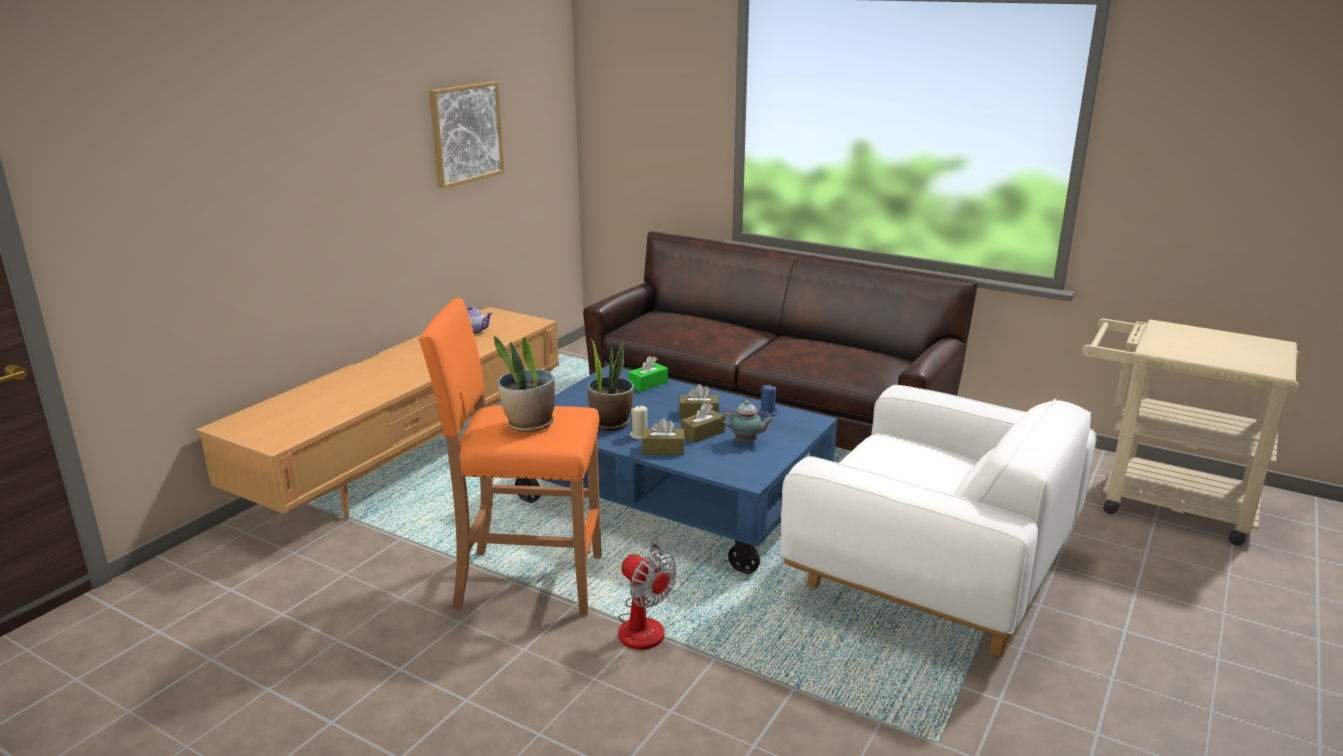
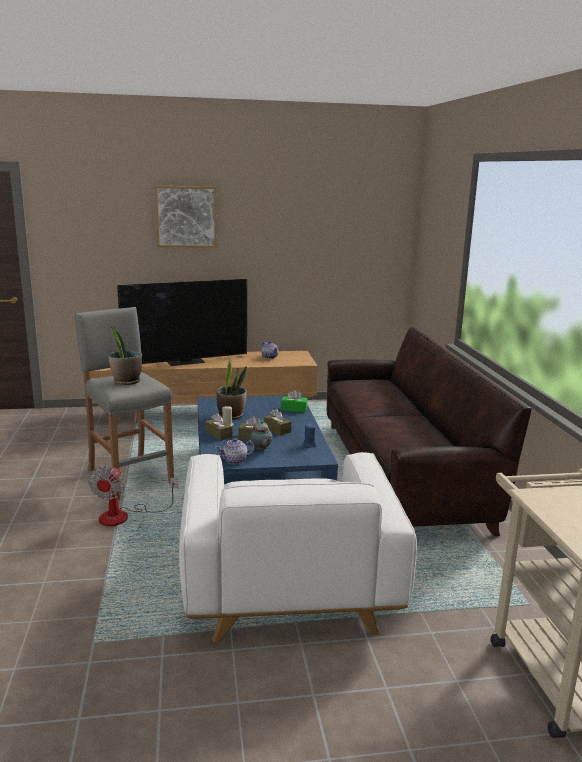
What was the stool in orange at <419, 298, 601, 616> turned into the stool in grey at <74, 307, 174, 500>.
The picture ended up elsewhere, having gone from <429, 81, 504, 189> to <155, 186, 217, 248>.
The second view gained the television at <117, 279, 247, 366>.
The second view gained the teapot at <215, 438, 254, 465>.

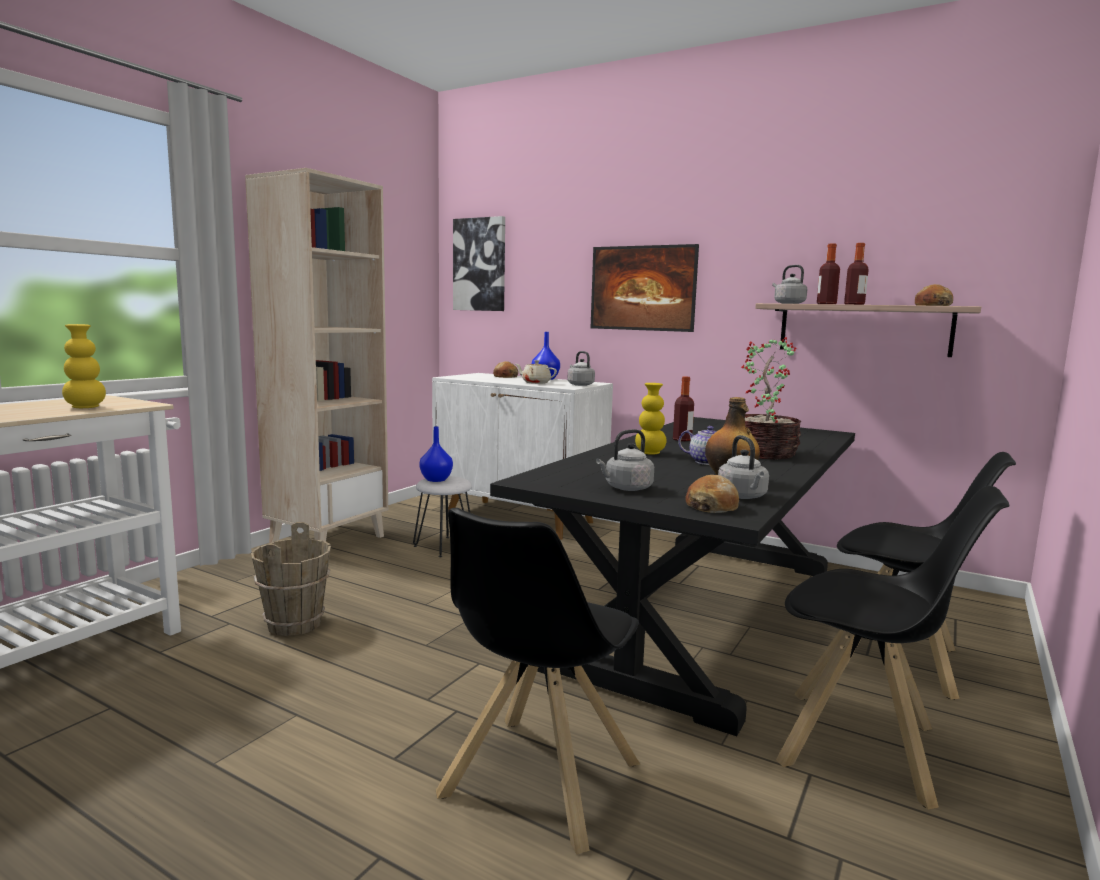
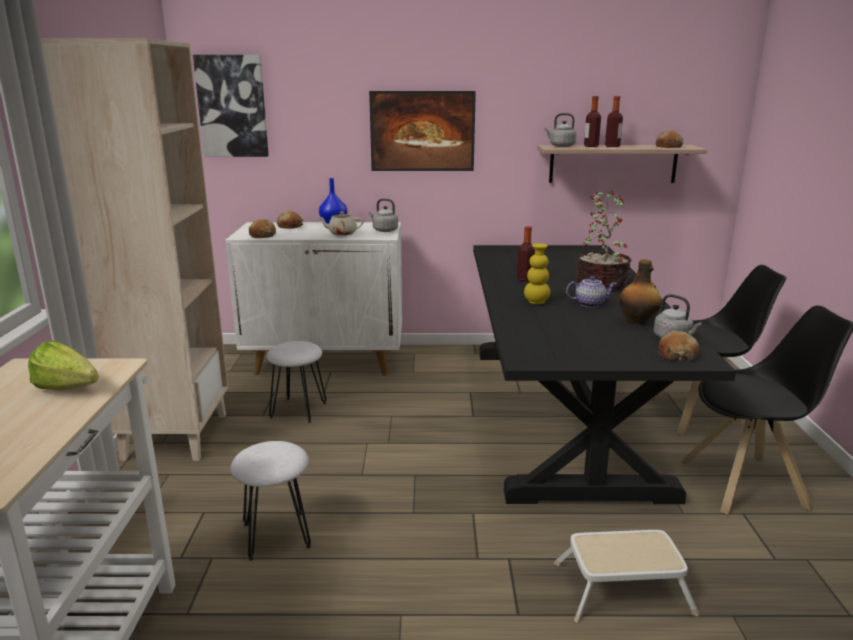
Where the vase in yellow stood at <62, 324, 106, 408>, the lettuce came to stand at <28, 341, 99, 390>.
Where the bucket in brown stood at <251, 522, 331, 636>, the stool in white came to stand at <230, 441, 311, 561>.
The second view lost the vase in blue at <419, 426, 453, 482>.
Where the chair in black stood at <436, 508, 640, 854>, the step ladder in beige came to stand at <554, 530, 699, 623>.
The second view lost the kettle in grey at <596, 429, 654, 491>.
The second view gained the bread at <249, 219, 276, 238>.

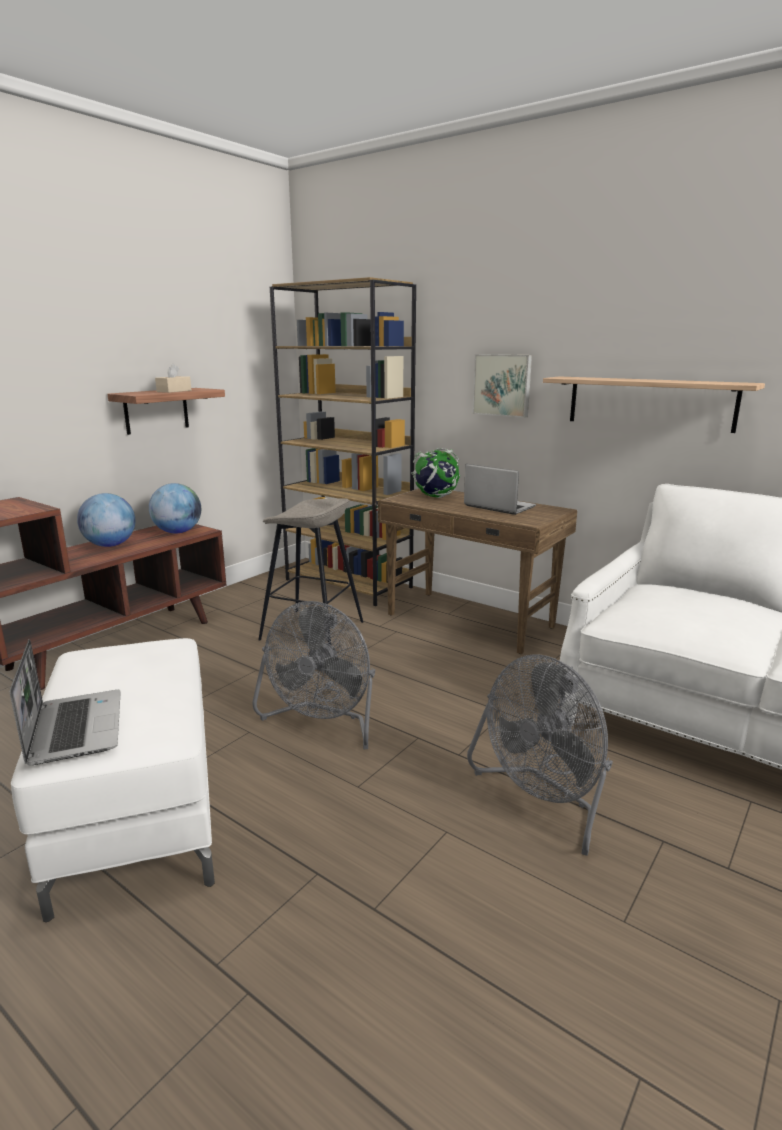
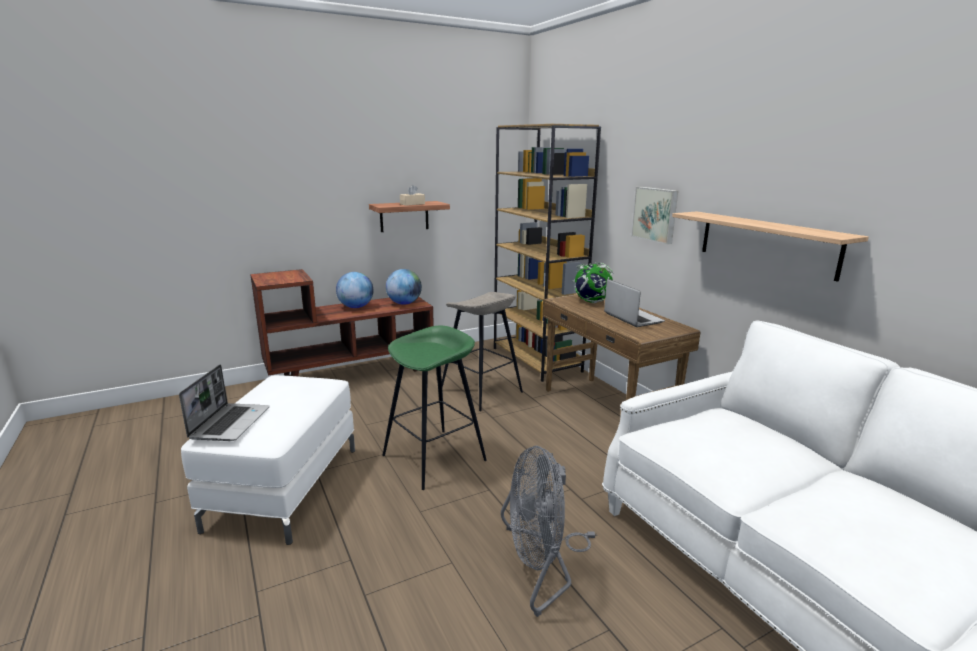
Where the fan in grey stood at <252, 601, 375, 749>, the stool in green came to stand at <382, 326, 487, 490>.

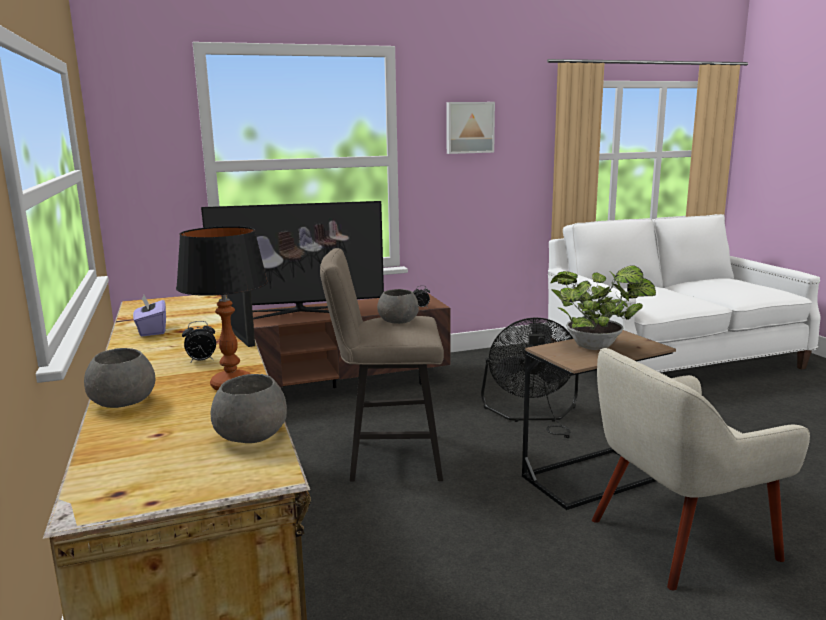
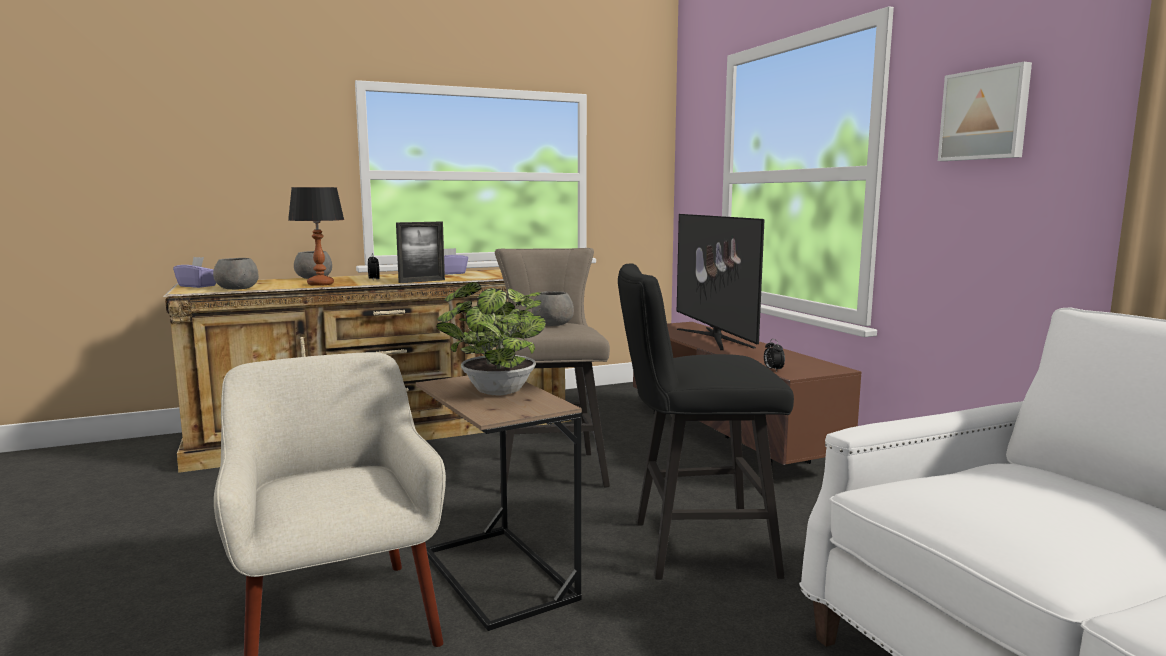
Where the fan in black stood at <481, 318, 579, 438>, the stool in black came to stand at <618, 263, 794, 580>.
The second view gained the tissue box in purple at <173, 257, 216, 288>.

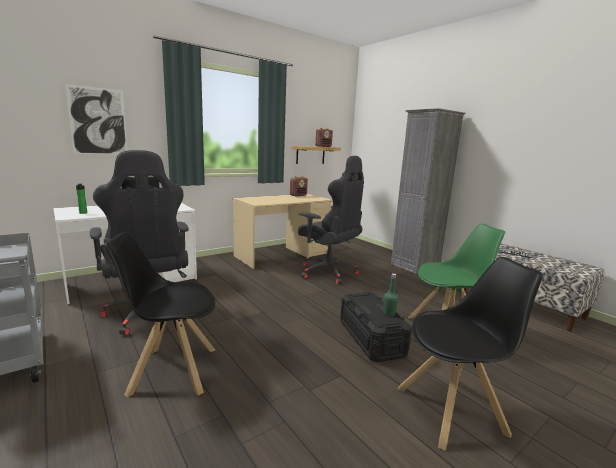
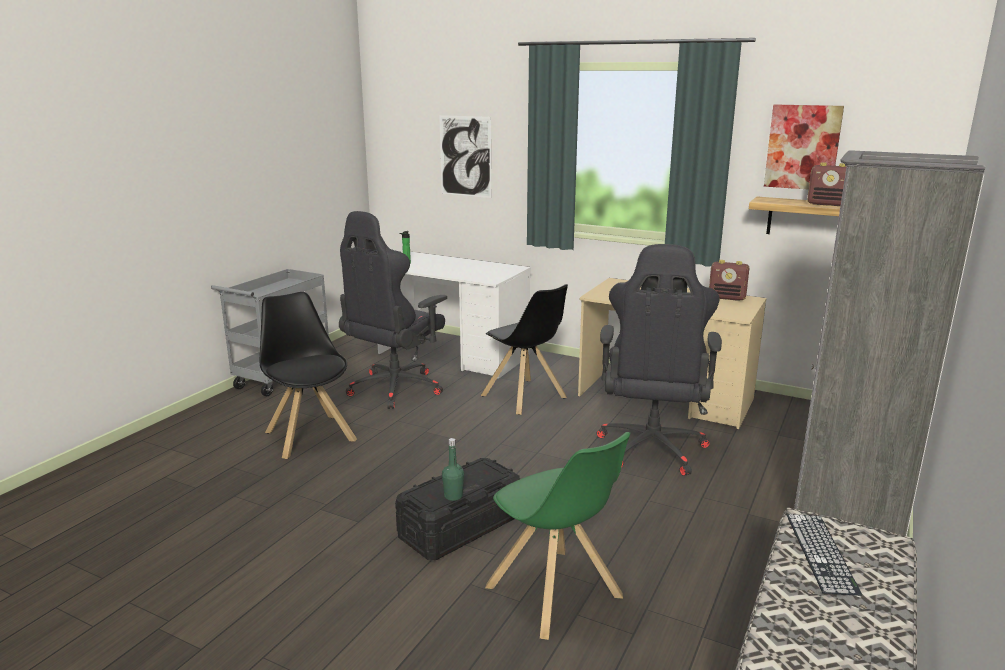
The chair in black ended up elsewhere, having gone from <397, 257, 543, 451> to <481, 284, 568, 415>.
The second view gained the picture at <764, 104, 844, 189>.

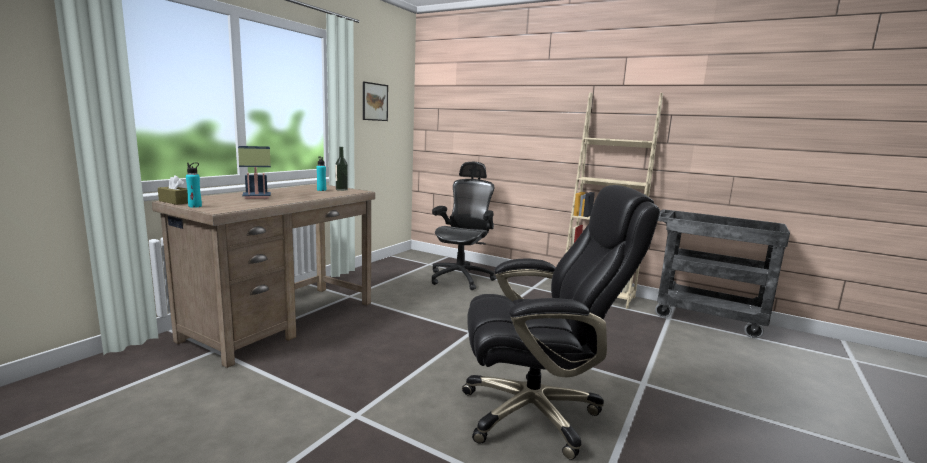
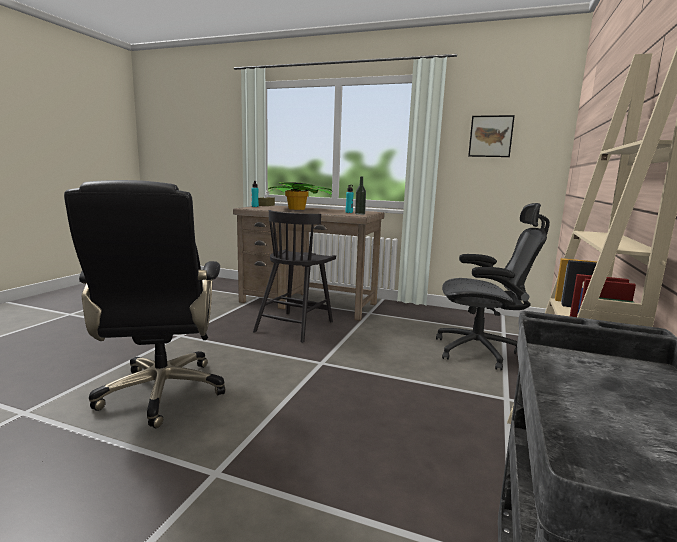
Where the table lamp stood at <238, 146, 271, 199>, the potted plant came to stand at <267, 182, 332, 210>.
The second view gained the chair in black at <253, 210, 336, 343>.

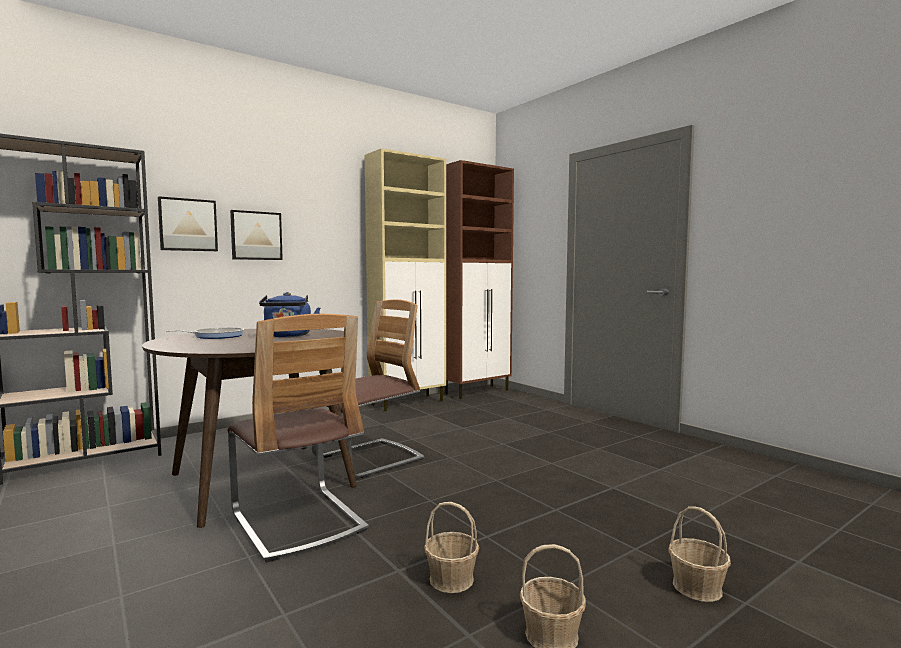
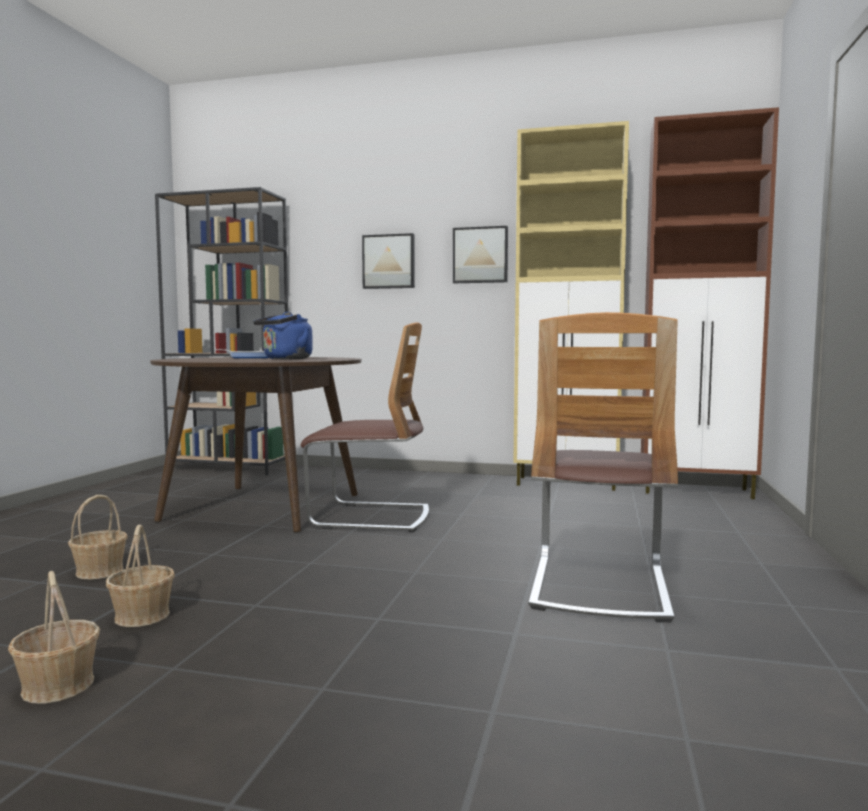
The picture ended up elsewhere, having gone from <158, 196, 218, 251> to <453, 226, 508, 283>.
The chair ended up elsewhere, having gone from <227, 314, 369, 562> to <528, 312, 678, 622>.
The basket ended up elsewhere, having gone from <668, 506, 731, 602> to <68, 495, 128, 579>.

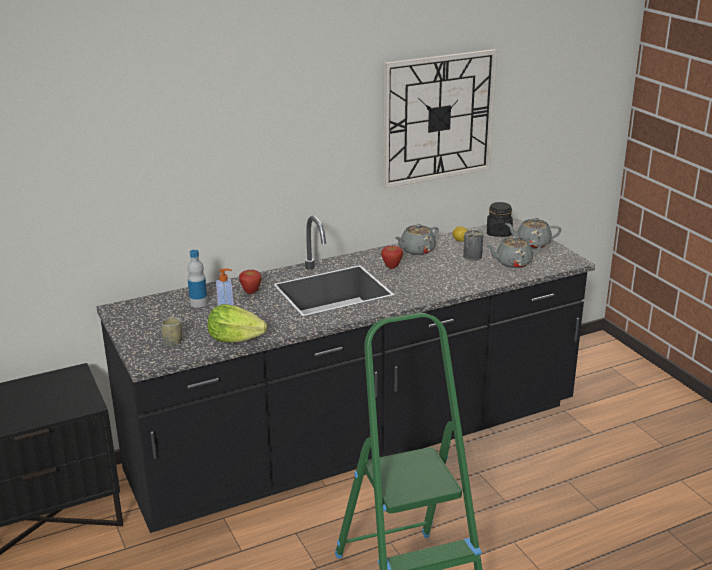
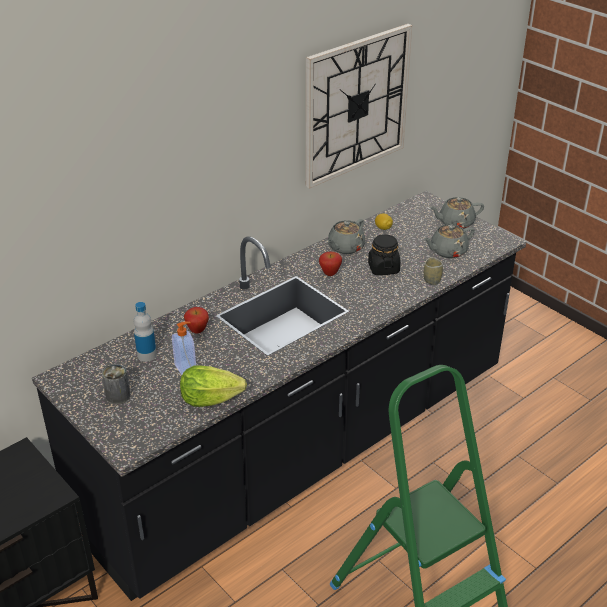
The cup ended up elsewhere, having gone from <161, 316, 182, 347> to <424, 257, 443, 285>.
The can ended up elsewhere, having gone from <463, 230, 483, 261> to <102, 364, 130, 405>.
The jar in black ended up elsewhere, having gone from <487, 202, 513, 237> to <368, 234, 400, 275>.

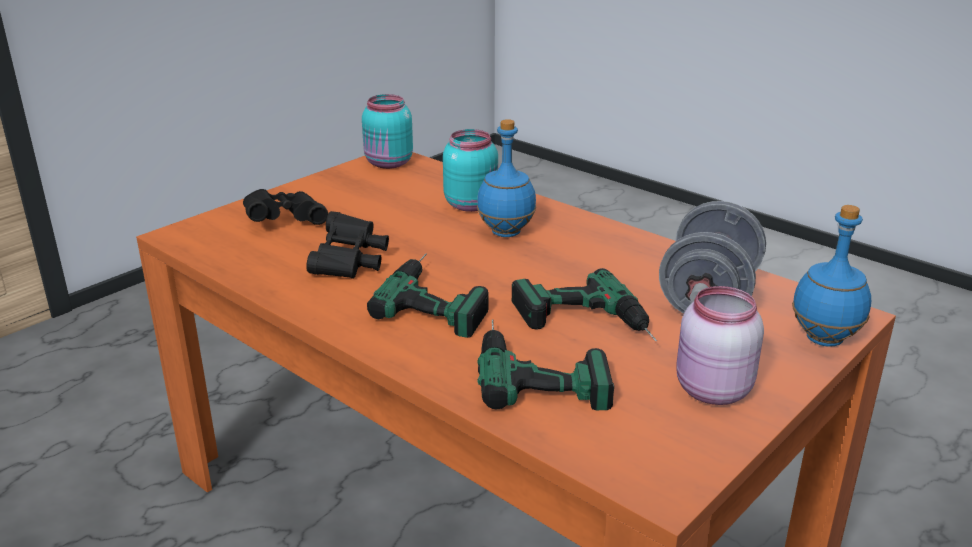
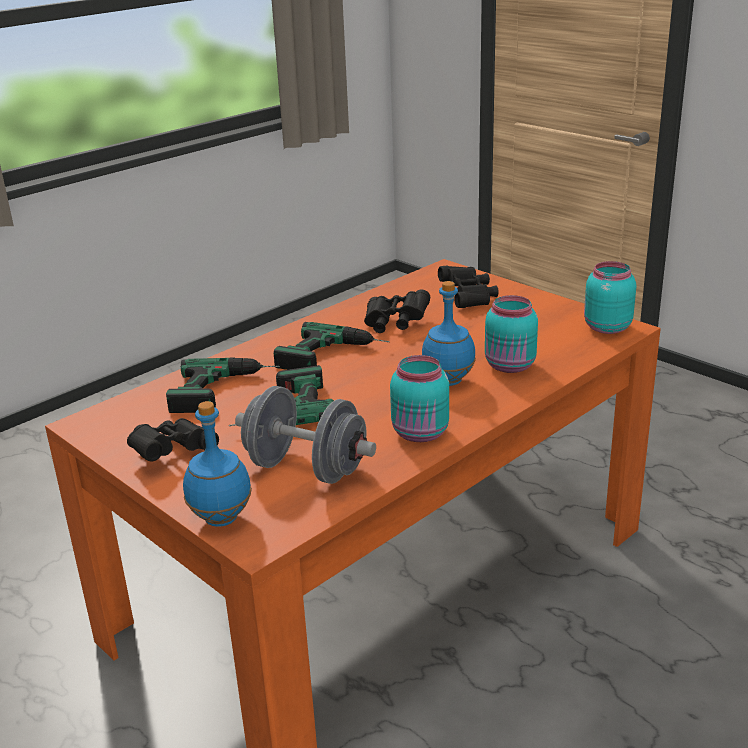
Where the jar in pink stood at <676, 286, 764, 405>, the binoculars in black came to stand at <127, 418, 219, 462>.
The second view gained the jar in turquoise at <390, 355, 449, 442>.

